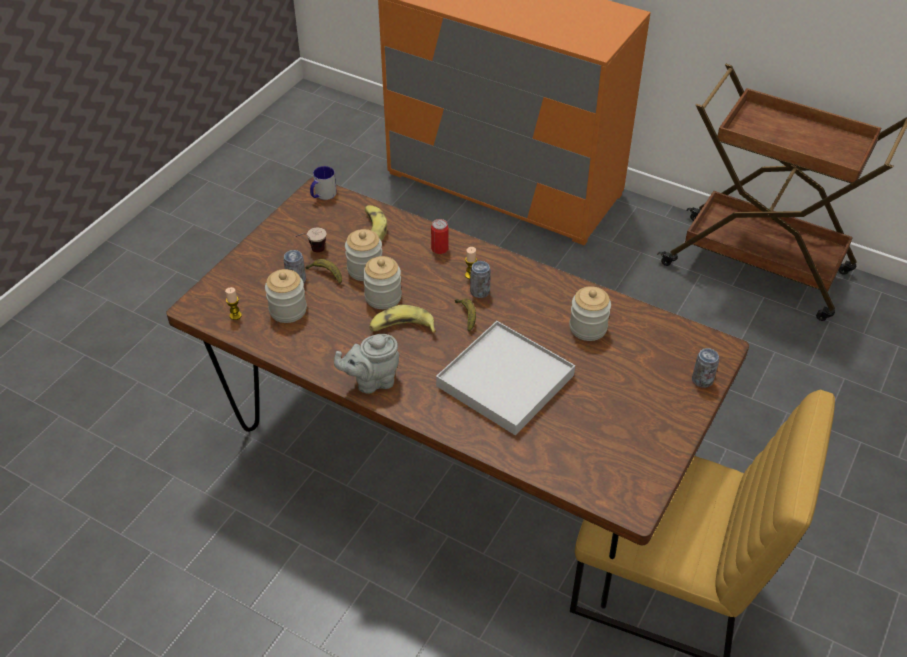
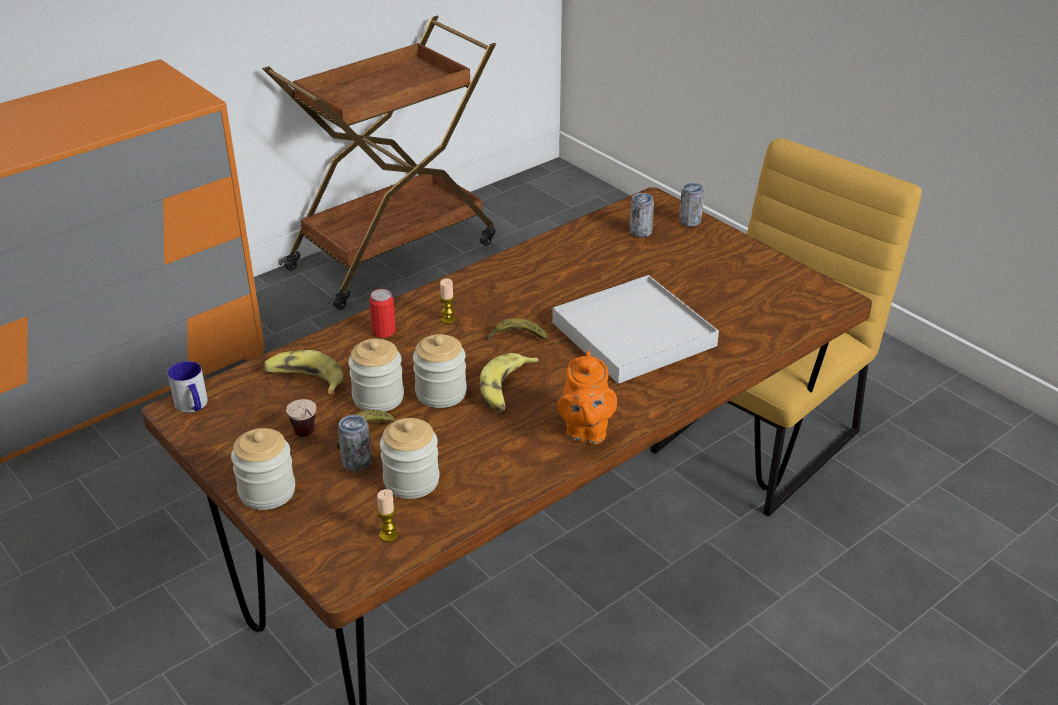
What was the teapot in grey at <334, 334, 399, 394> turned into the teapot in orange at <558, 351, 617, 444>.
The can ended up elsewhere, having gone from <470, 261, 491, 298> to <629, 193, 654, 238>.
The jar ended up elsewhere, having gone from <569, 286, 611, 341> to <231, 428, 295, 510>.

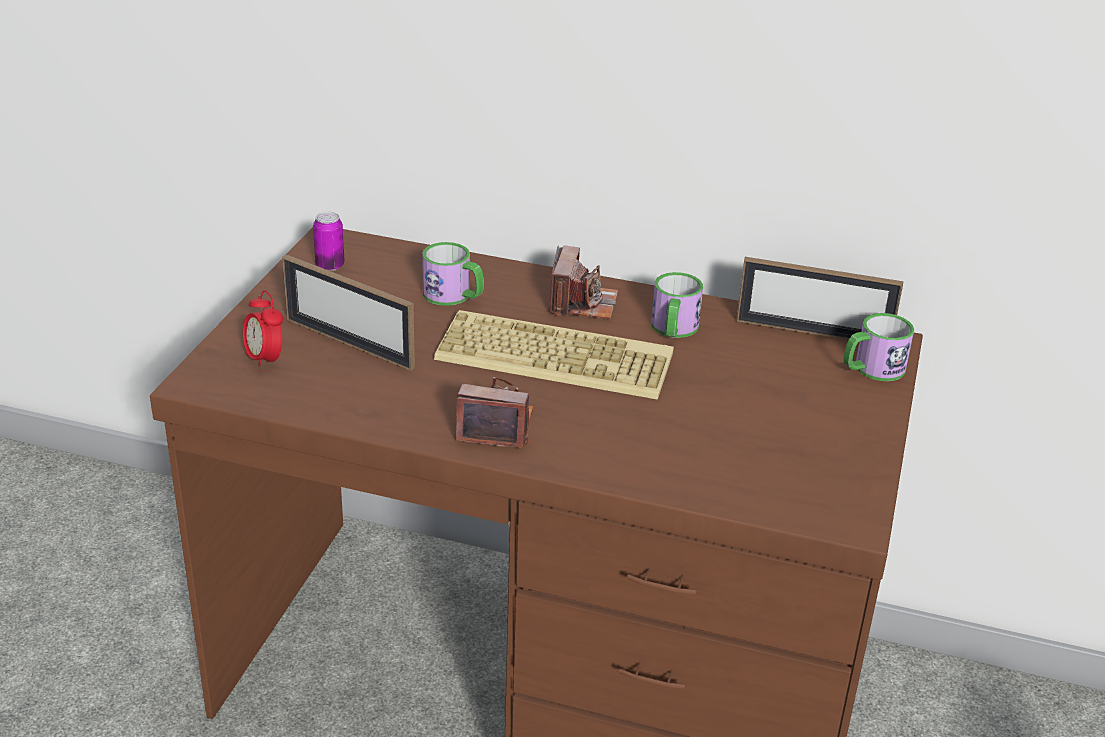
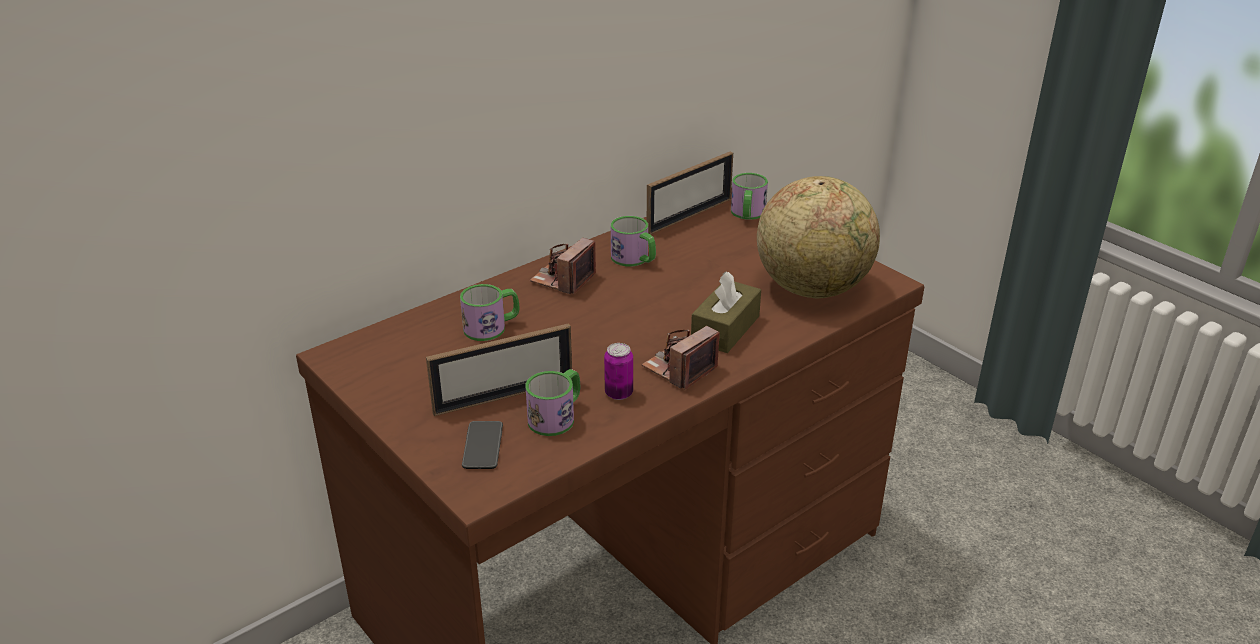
Where the alarm clock stood at <243, 290, 283, 372>, the phone came to stand at <462, 421, 503, 469>.
The can ended up elsewhere, having gone from <313, 212, 345, 271> to <604, 343, 633, 400>.
The second view lost the keyboard at <434, 310, 674, 400>.
The photo camera at <550, 245, 618, 319> ended up facing another way, 105 degrees counterclockwise from before.
The second view gained the mug at <525, 369, 580, 436>.
The second view gained the tissue box in brown at <691, 271, 761, 353>.
The second view gained the globe at <757, 176, 880, 298>.

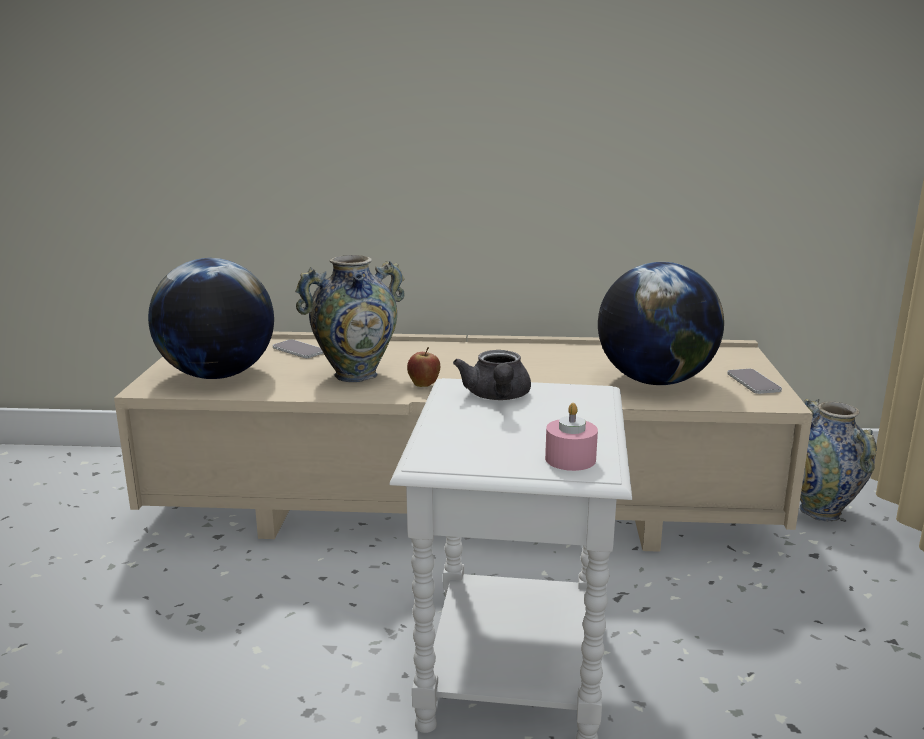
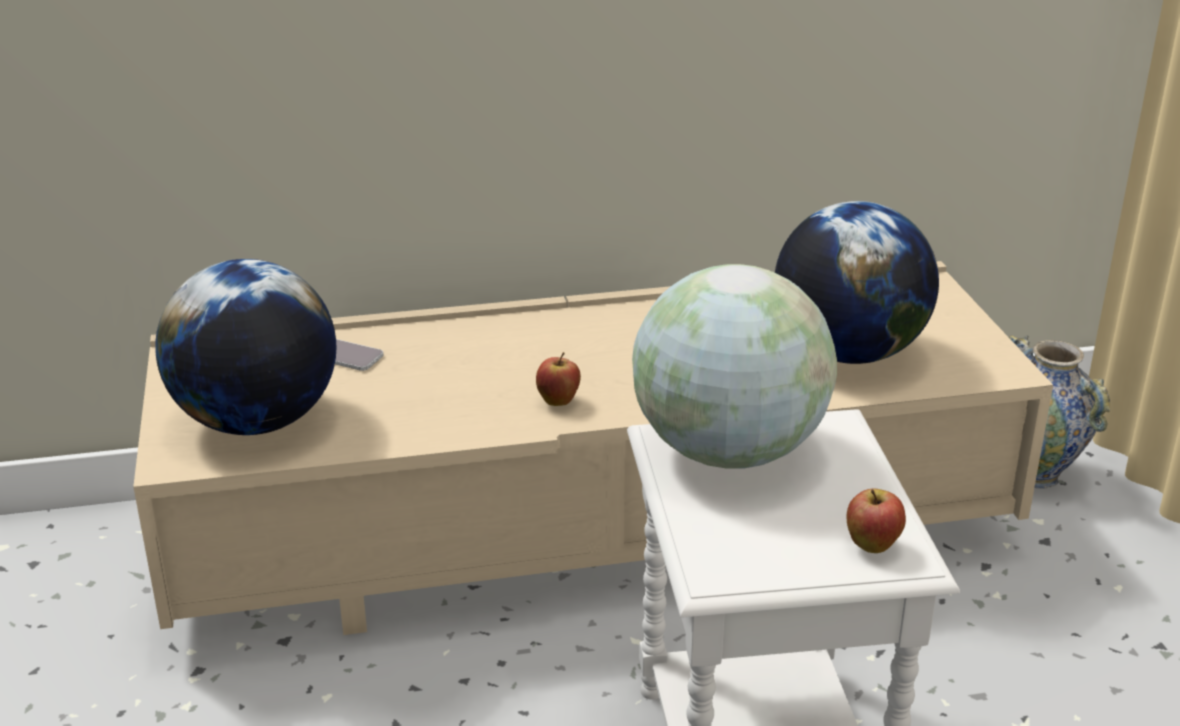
The second view lost the vase at <295, 255, 405, 382>.
Where the teapot in grey stood at <453, 350, 531, 400>, the globe came to stand at <632, 264, 837, 469>.
Where the candle in pink stood at <545, 403, 598, 471>, the apple came to stand at <847, 489, 906, 553>.
The second view lost the phone at <727, 369, 782, 394>.

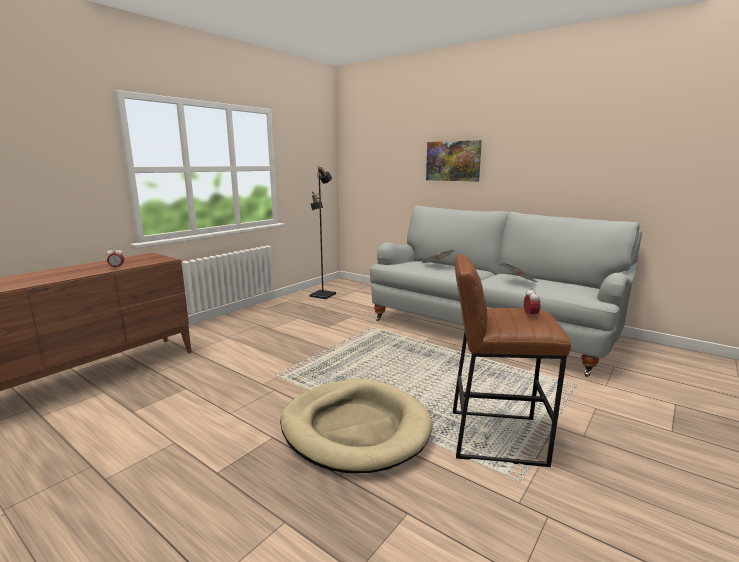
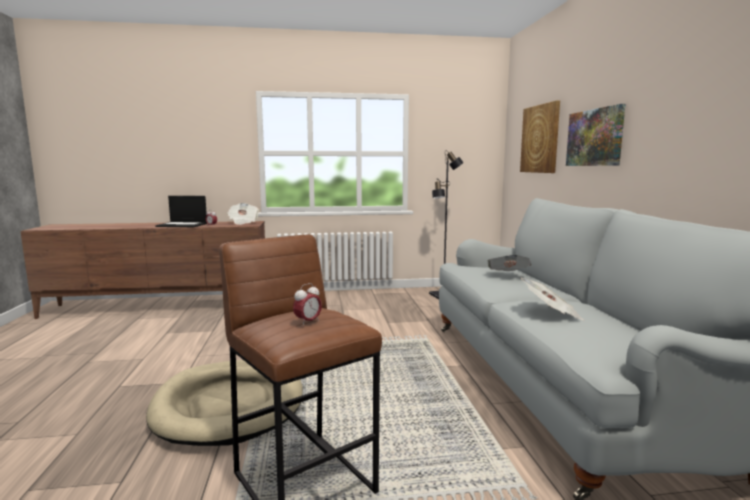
The second view gained the laptop at <155, 196, 207, 227>.
The second view gained the newspaper at <227, 203, 259, 225>.
The second view gained the picture at <520, 101, 560, 173>.

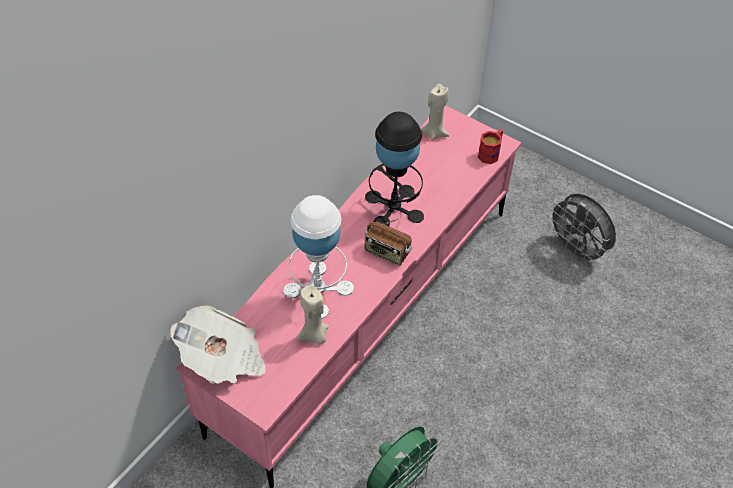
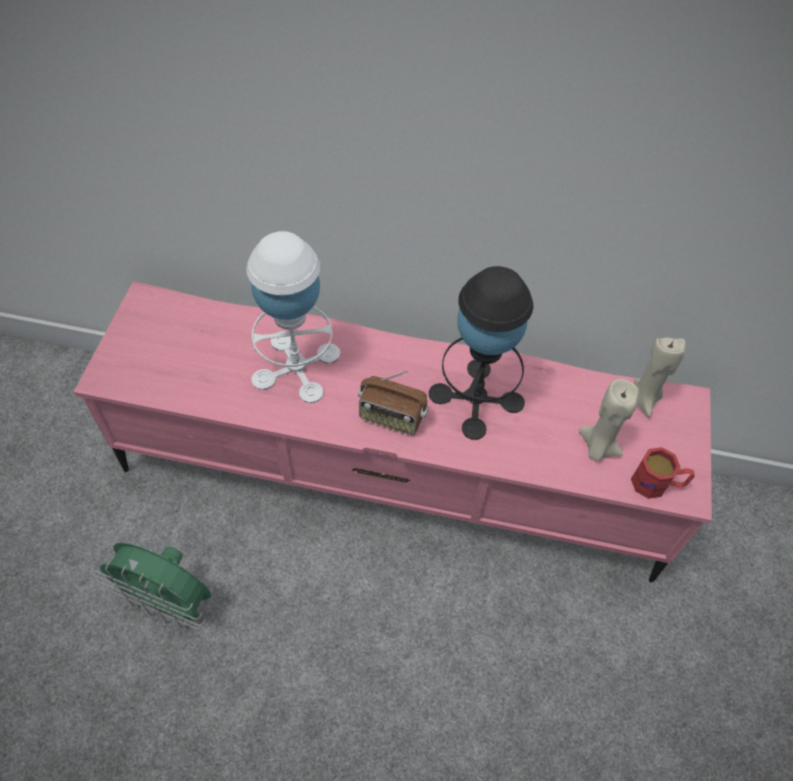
The second view lost the newspaper at <170, 305, 266, 384>.
The candle in beige ended up elsewhere, having gone from <297, 285, 329, 345> to <579, 379, 638, 462>.
The radio at <365, 218, 412, 266> ended up facing another way, 75 degrees counterclockwise from before.
The second view lost the fan in grey at <547, 194, 616, 264>.

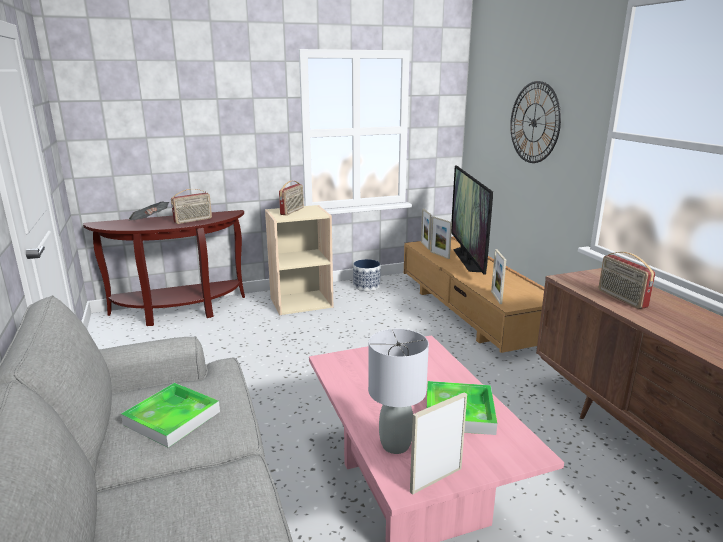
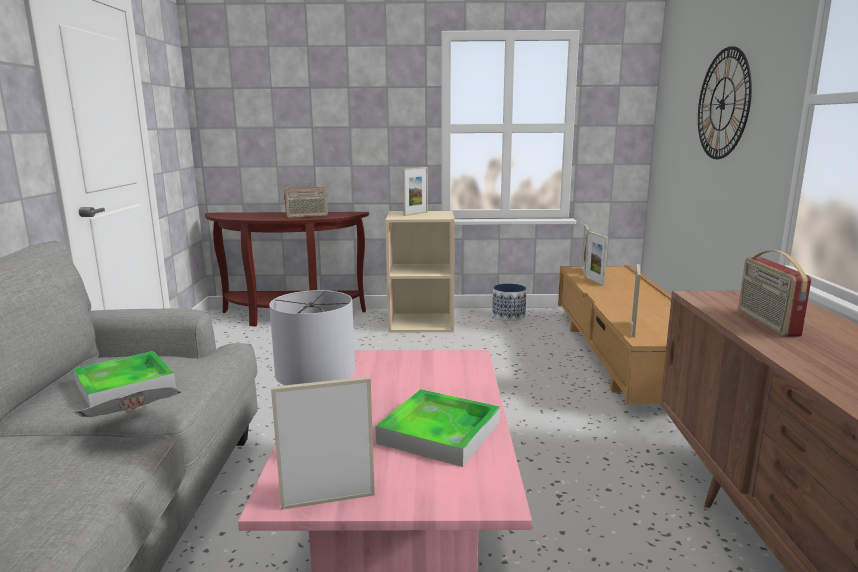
The newspaper ended up elsewhere, having gone from <128, 201, 169, 221> to <72, 387, 181, 417>.
Where the radio stood at <279, 181, 304, 215>, the picture frame came to stand at <403, 167, 428, 216>.
The second view lost the television at <451, 165, 493, 275>.

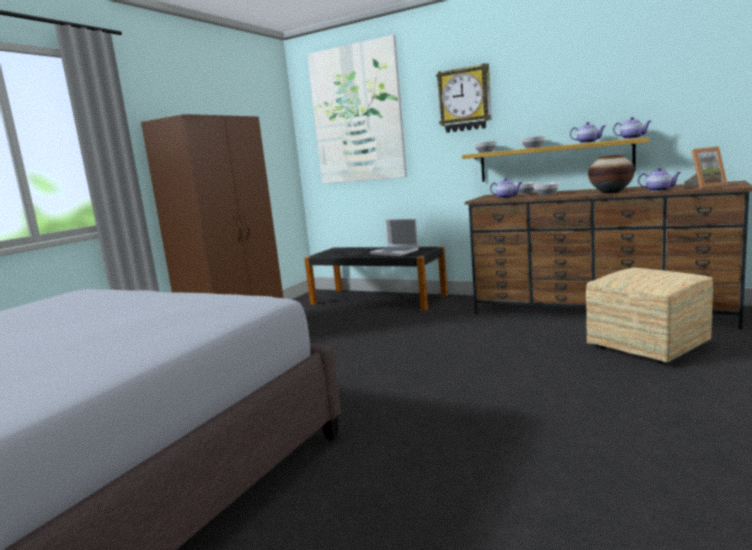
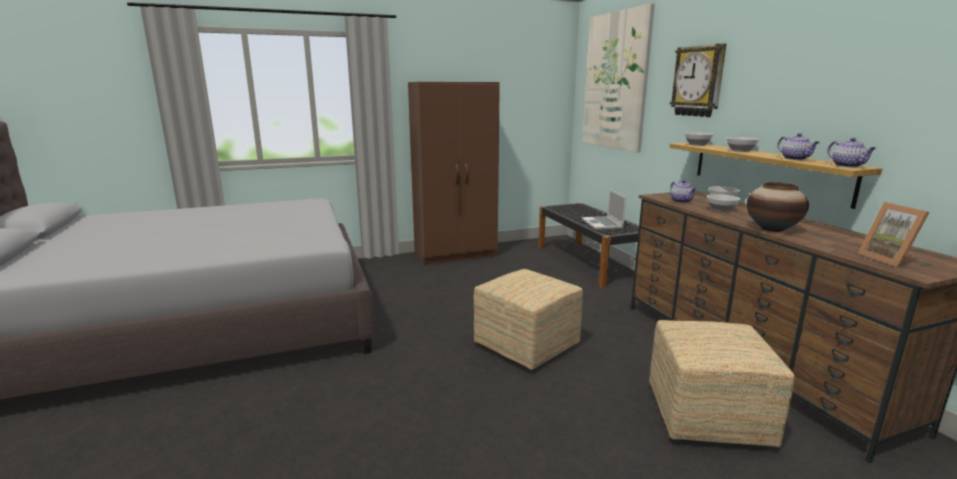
The second view lost the teapot at <638, 168, 681, 192>.
The picture frame at <684, 147, 728, 189> ended up facing another way, 45 degrees clockwise from before.
The second view gained the ottoman at <474, 269, 583, 370>.

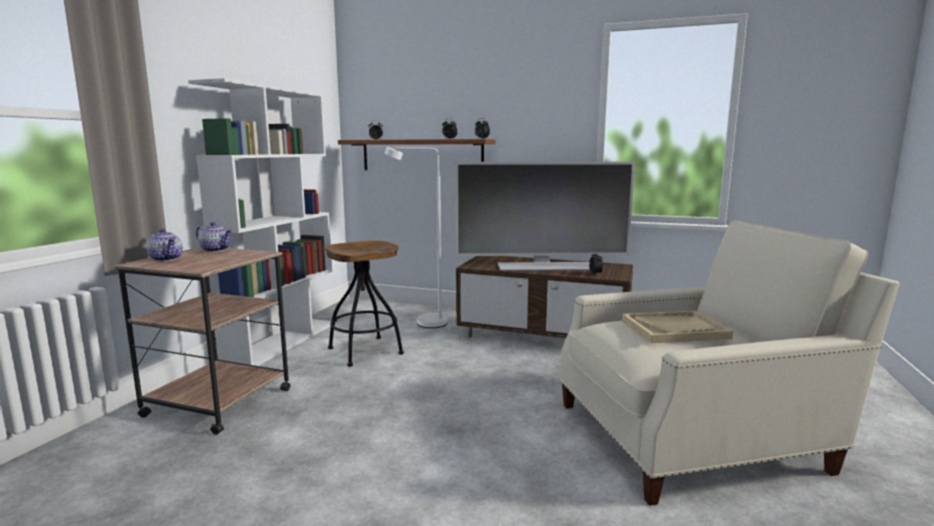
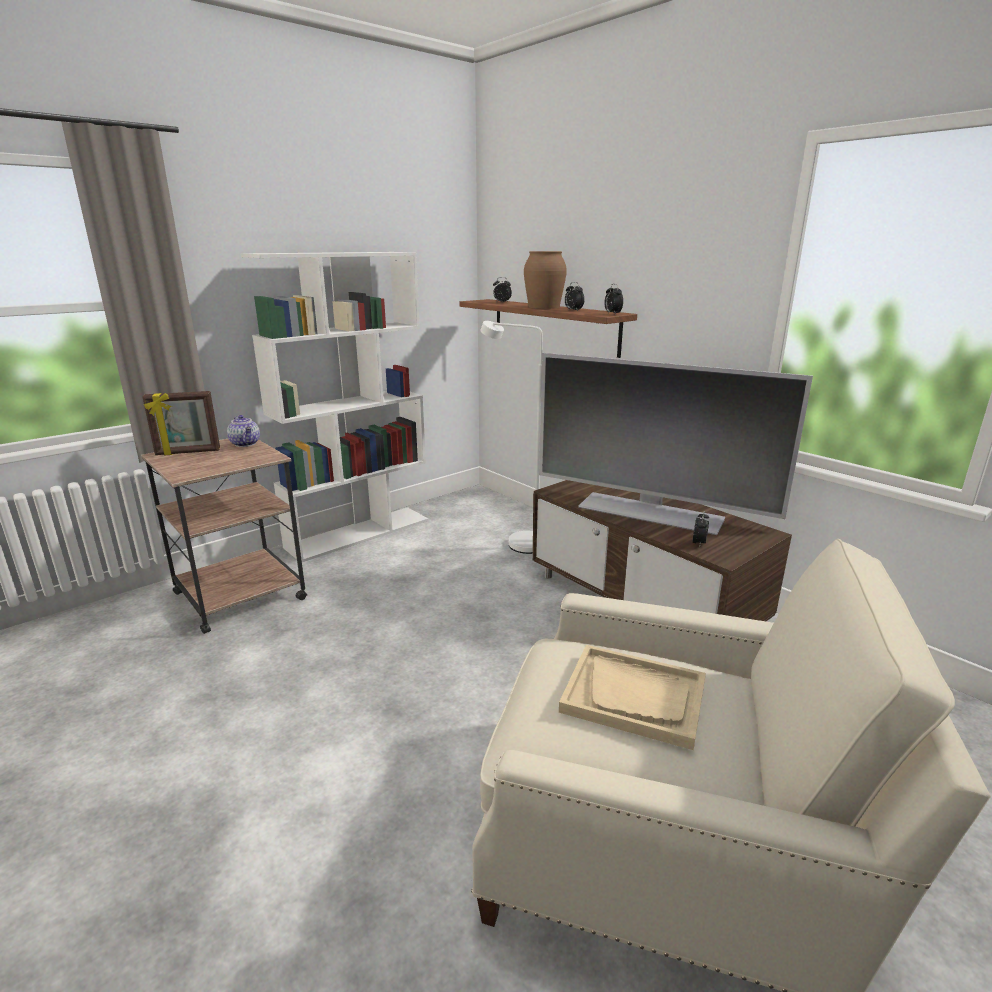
Where the teapot stood at <146, 229, 183, 262>, the picture frame came to stand at <142, 391, 220, 455>.
The second view lost the stool in brown at <324, 240, 404, 367>.
The second view gained the vase in brown at <524, 251, 567, 309>.

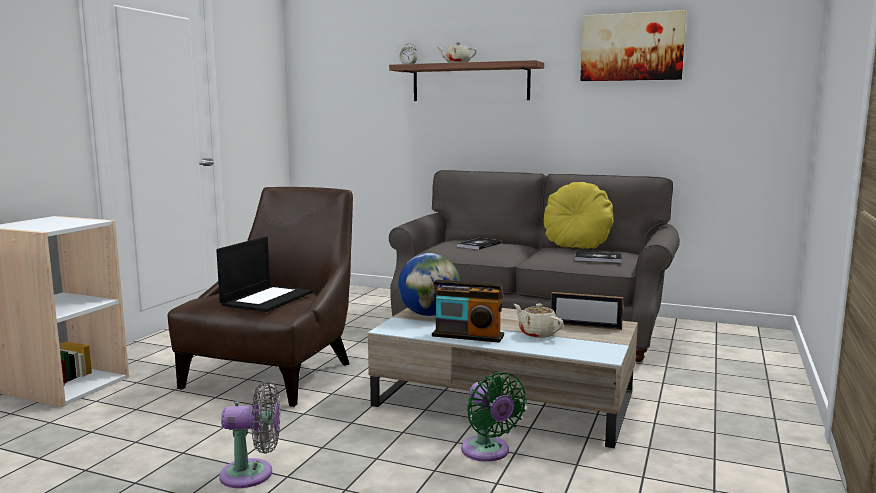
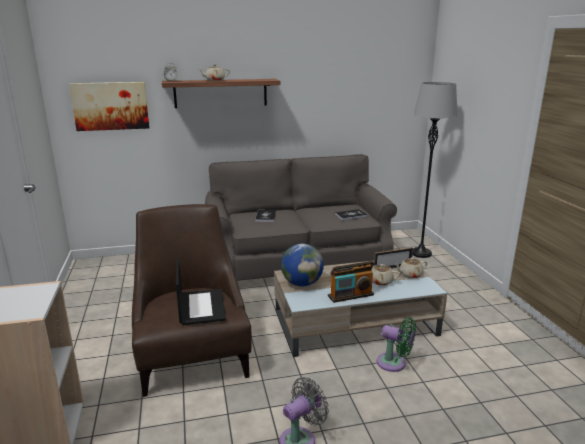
The second view lost the pillow in yellow at <544, 182, 613, 249>.
The picture ended up elsewhere, having gone from <580, 10, 686, 81> to <69, 82, 149, 131>.
The second view gained the teapot in beige at <394, 257, 428, 278>.
The second view gained the floor lamp in grey at <413, 82, 458, 258>.

